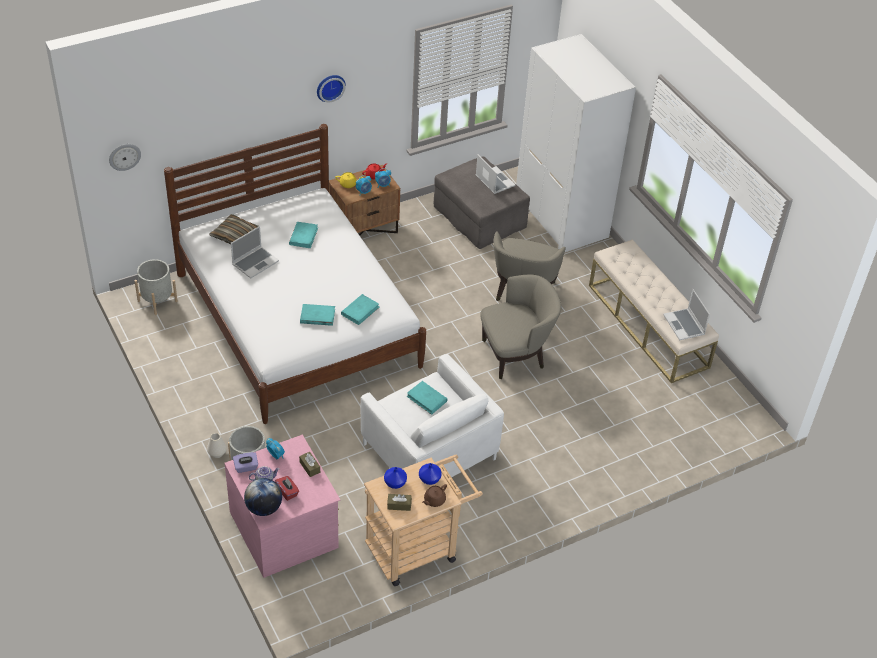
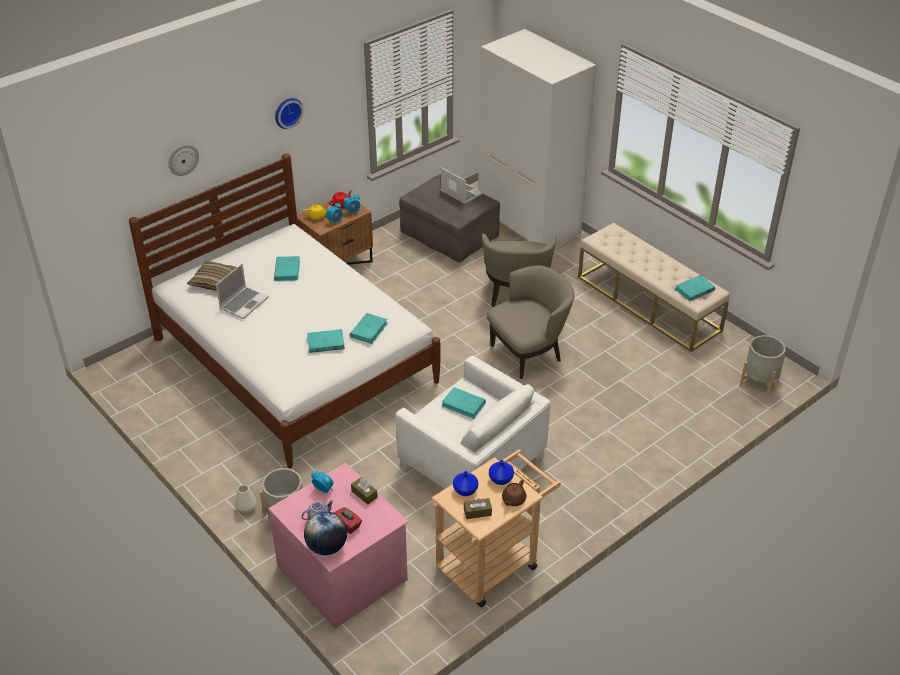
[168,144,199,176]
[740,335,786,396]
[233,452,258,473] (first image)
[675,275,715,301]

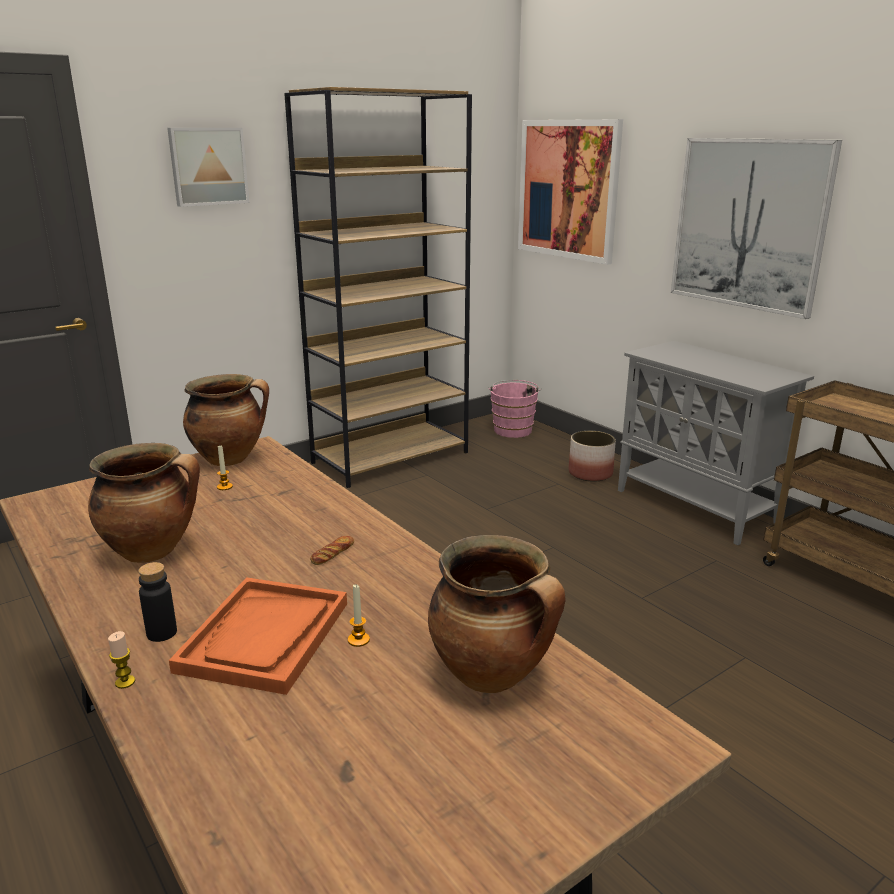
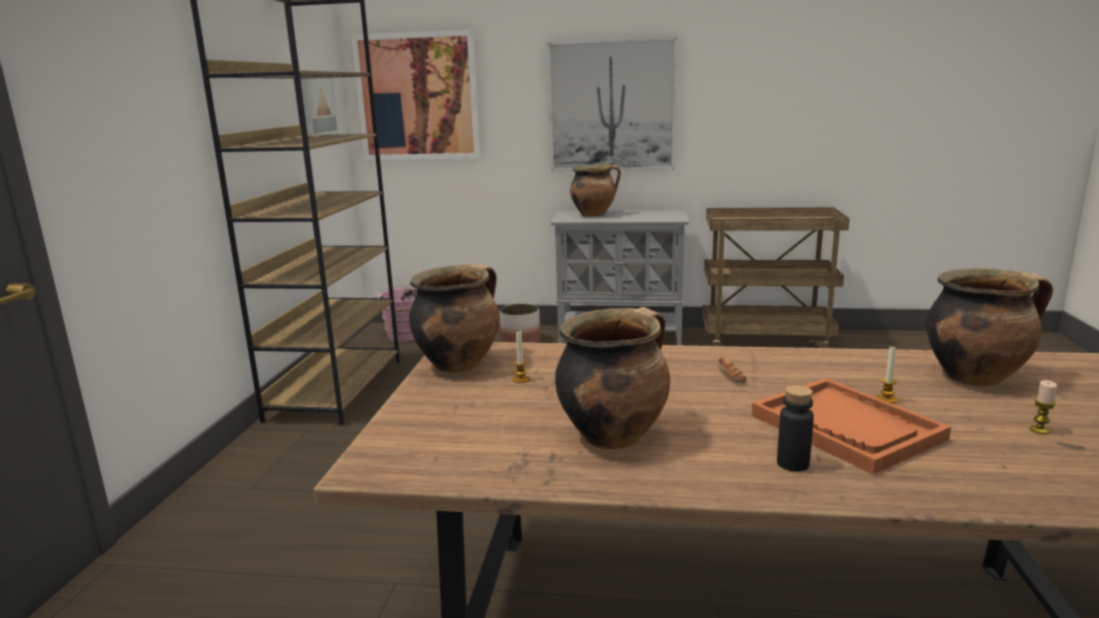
[1030,380,1057,434]
[300,78,339,135]
[570,165,621,217]

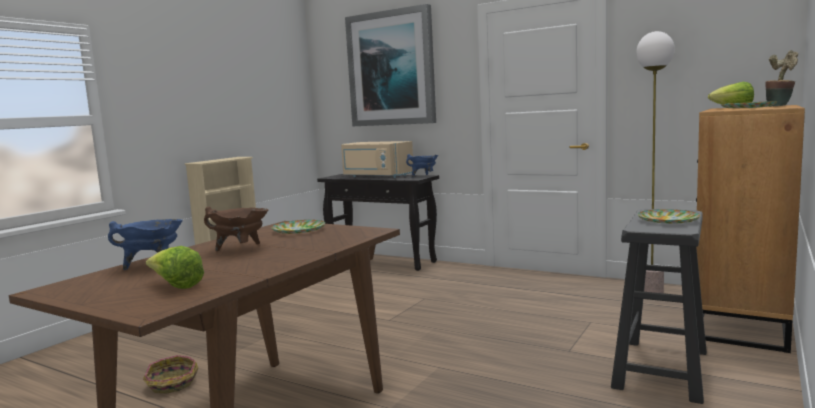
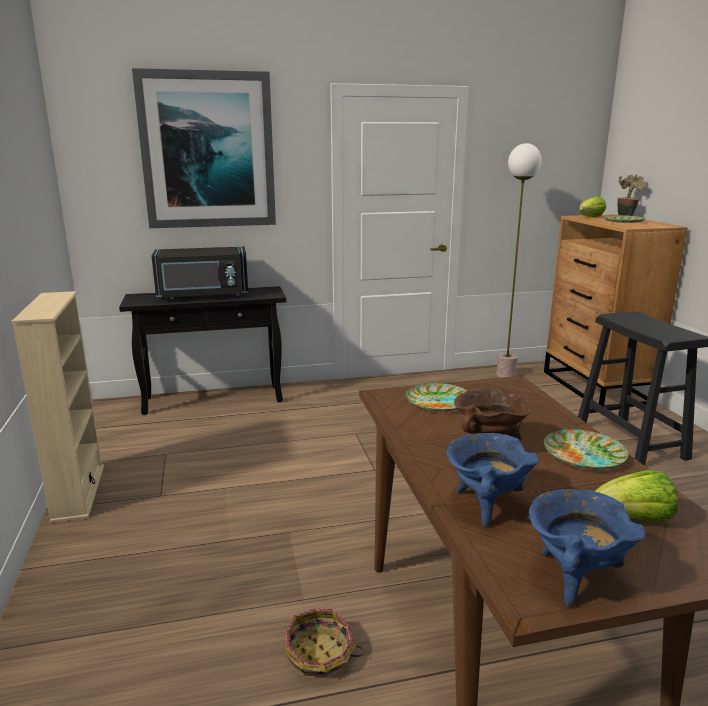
[152,247,248,299]
[529,489,646,607]
[544,429,628,470]

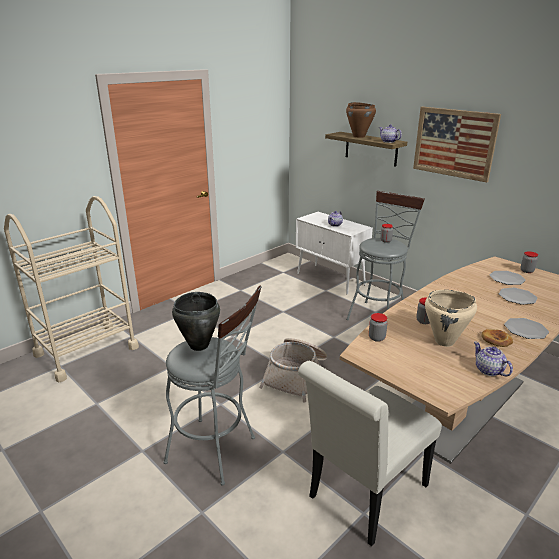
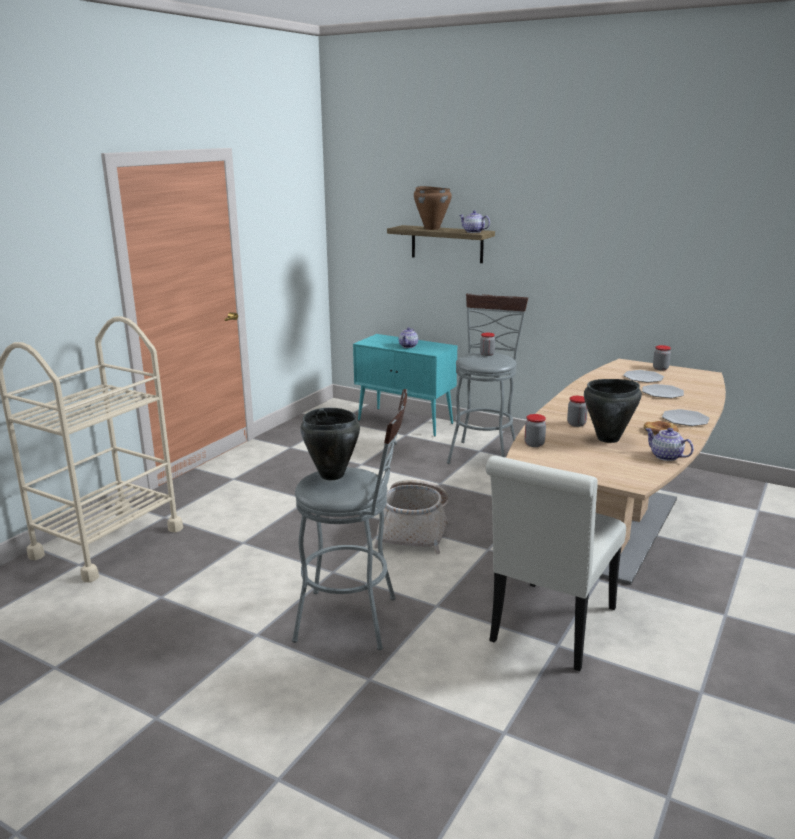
[353,334,457,437]
[413,107,501,182] (first image)
[584,379,642,443]

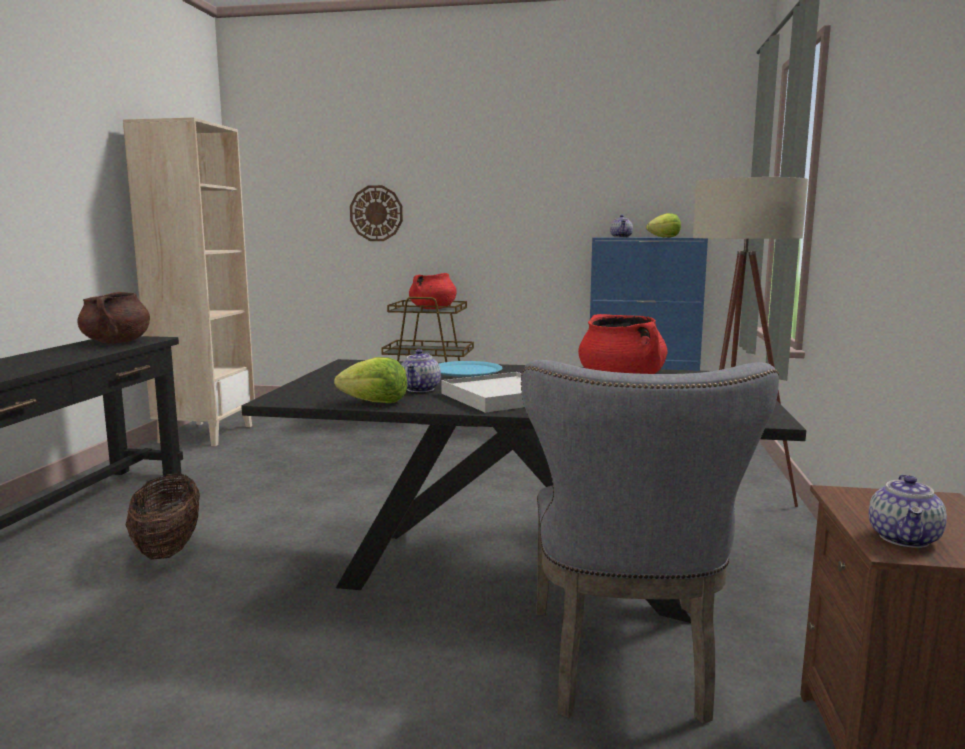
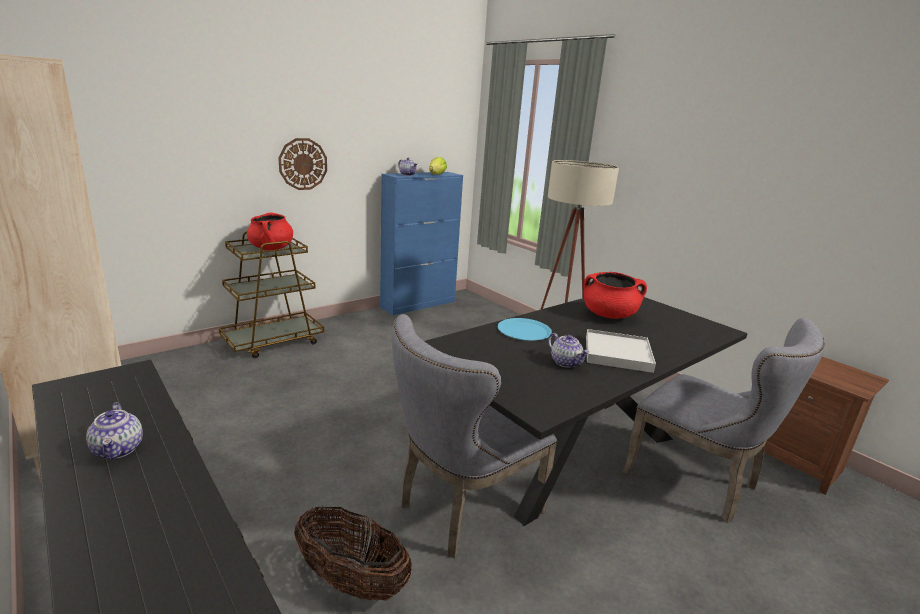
[78,292,150,343] (first image)
[334,357,407,403] (first image)
[278,138,327,190]
[86,403,143,460]
[392,314,557,558]

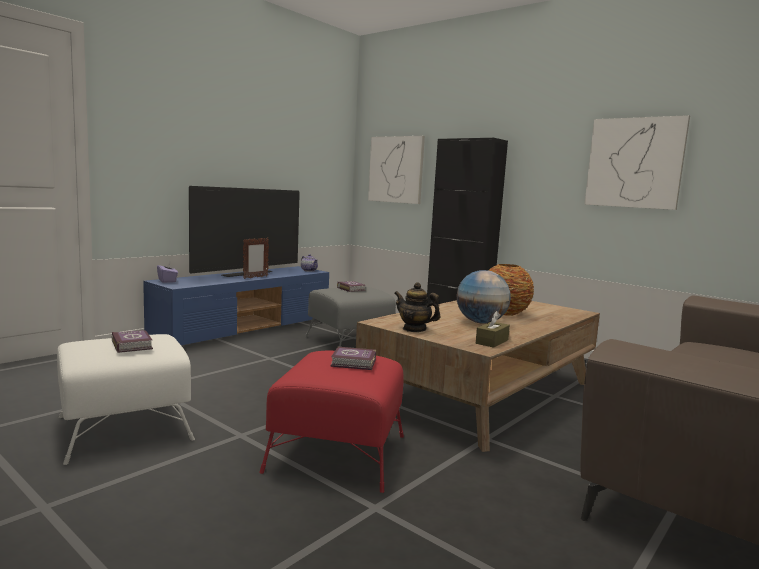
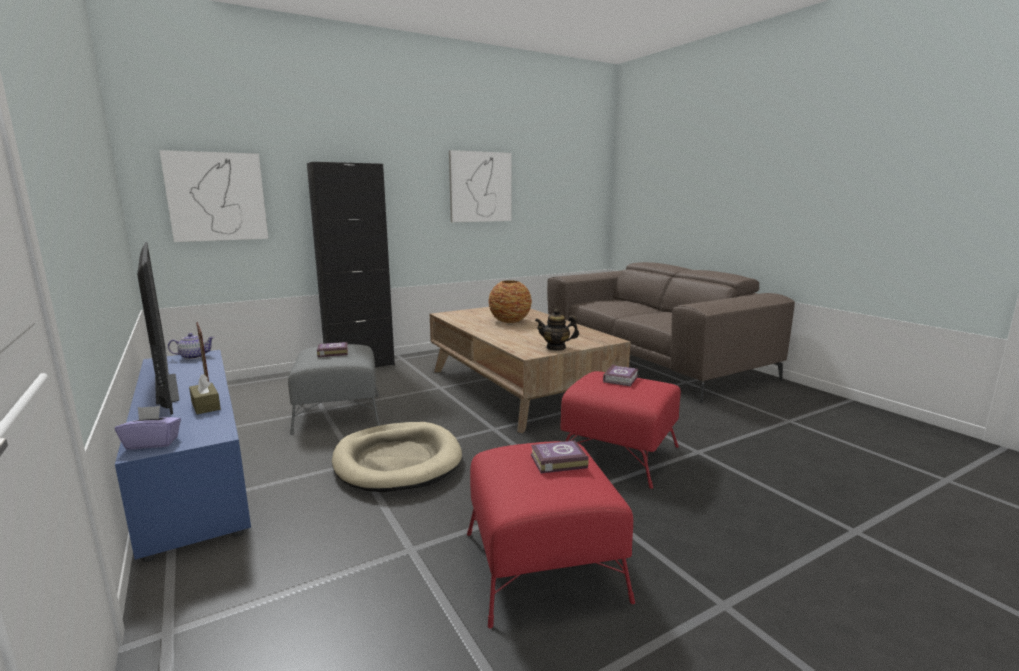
[467,441,635,629]
[535,308,579,351]
[457,270,511,324] (first image)
[189,374,221,414]
[332,422,462,492]

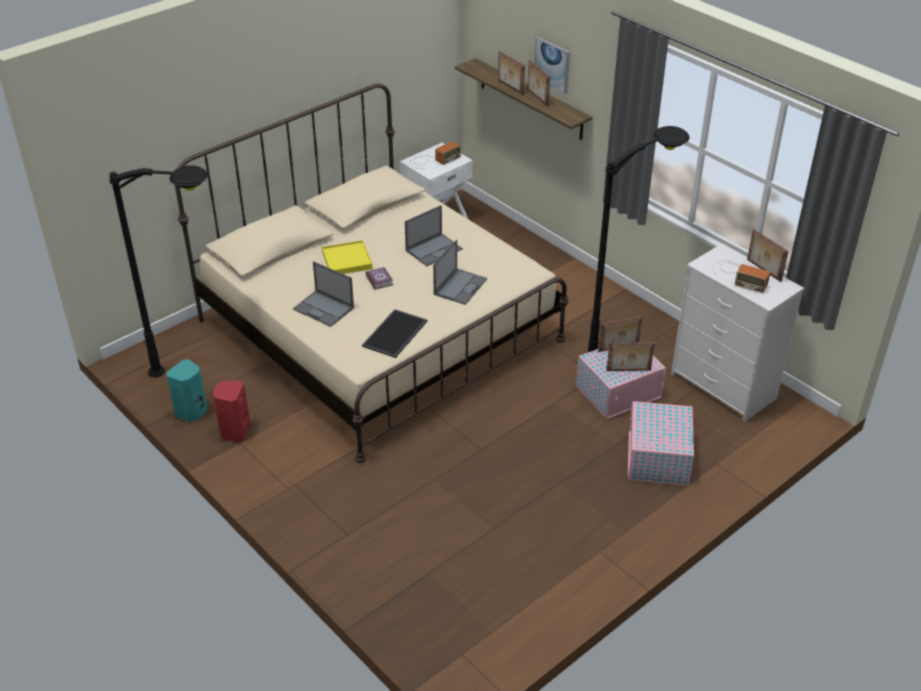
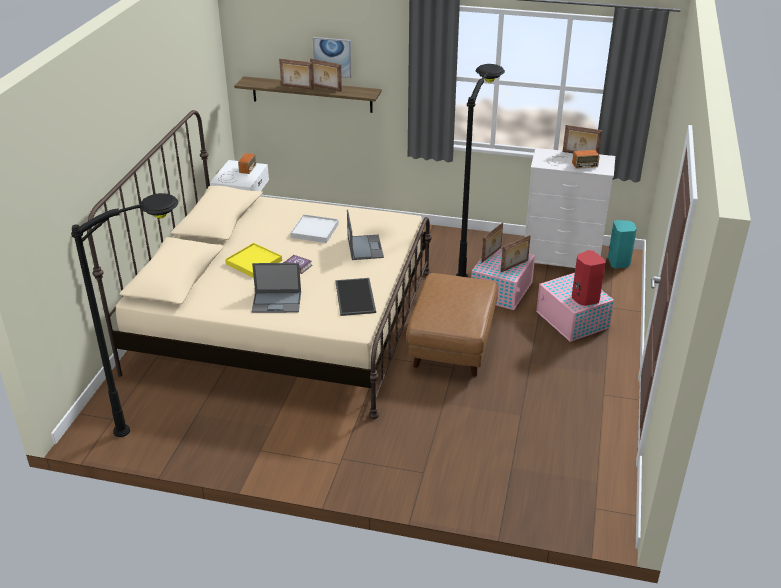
[608,220,637,269]
[572,250,606,306]
[290,214,339,243]
[406,273,498,377]

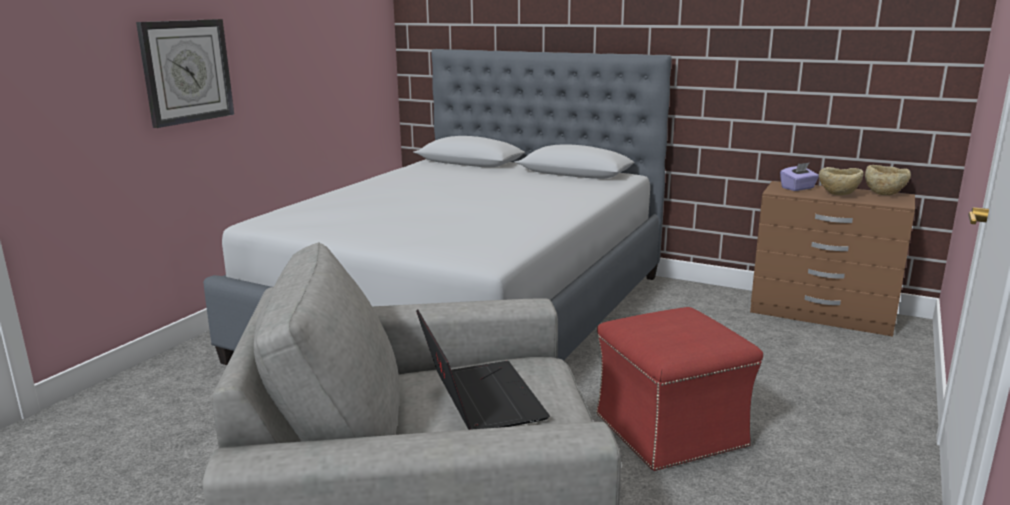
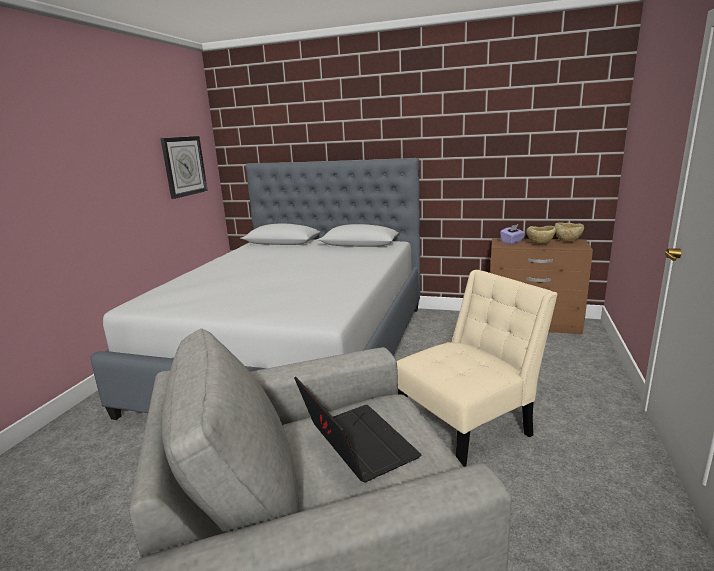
[160,136,208,199]
[397,270,558,467]

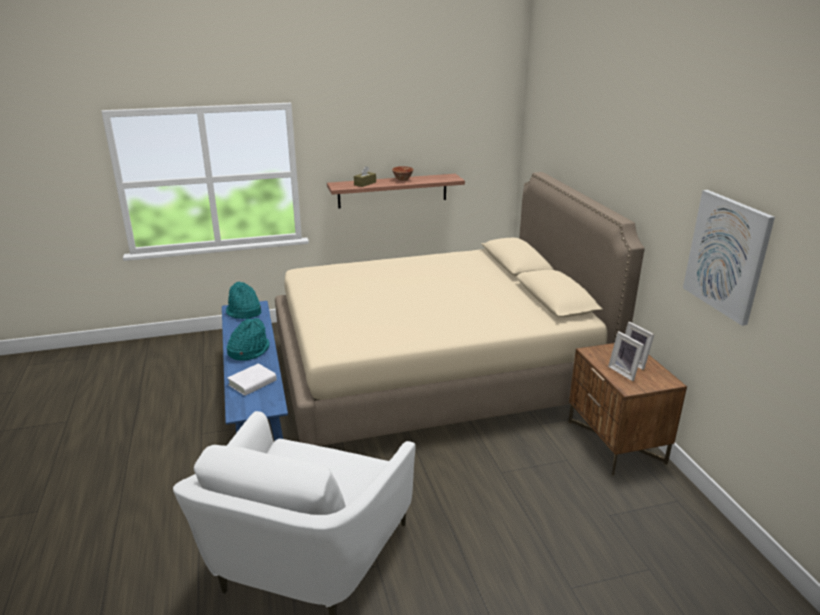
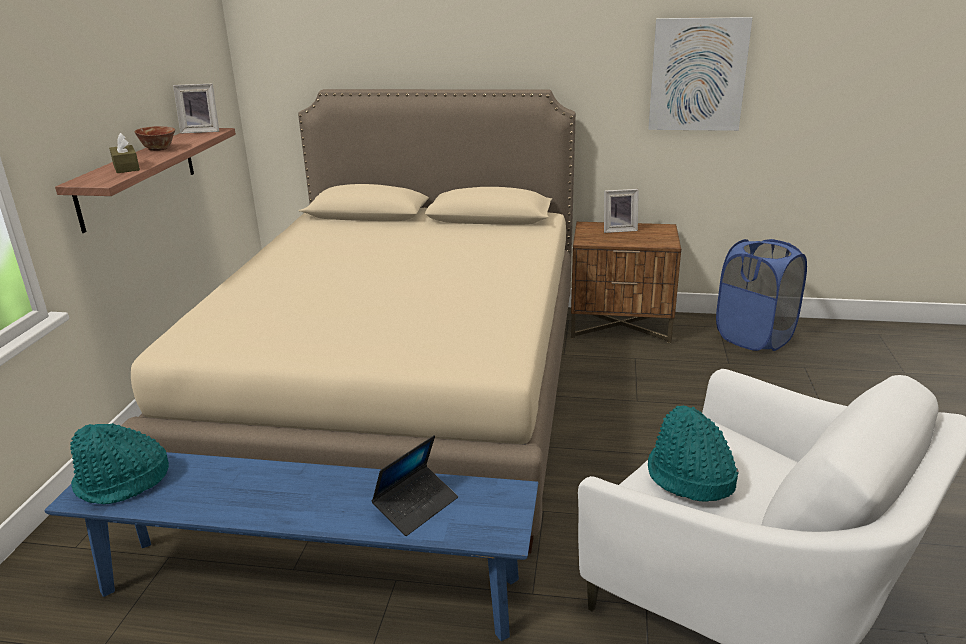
[648,405,739,501]
[371,435,458,536]
[173,84,219,134]
[716,239,807,351]

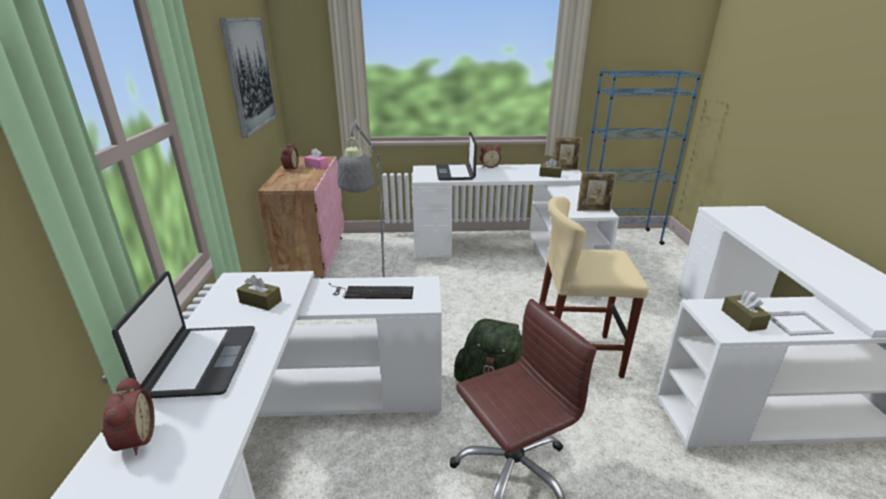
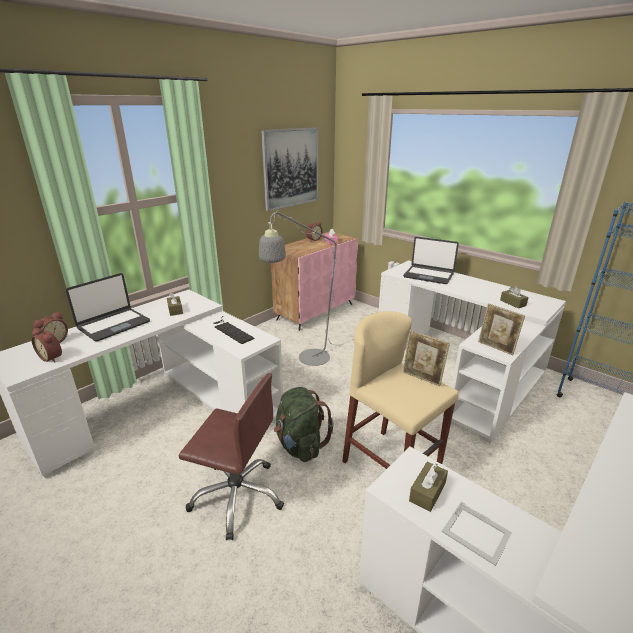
[403,237,459,284]
[31,328,62,362]
[403,330,450,386]

